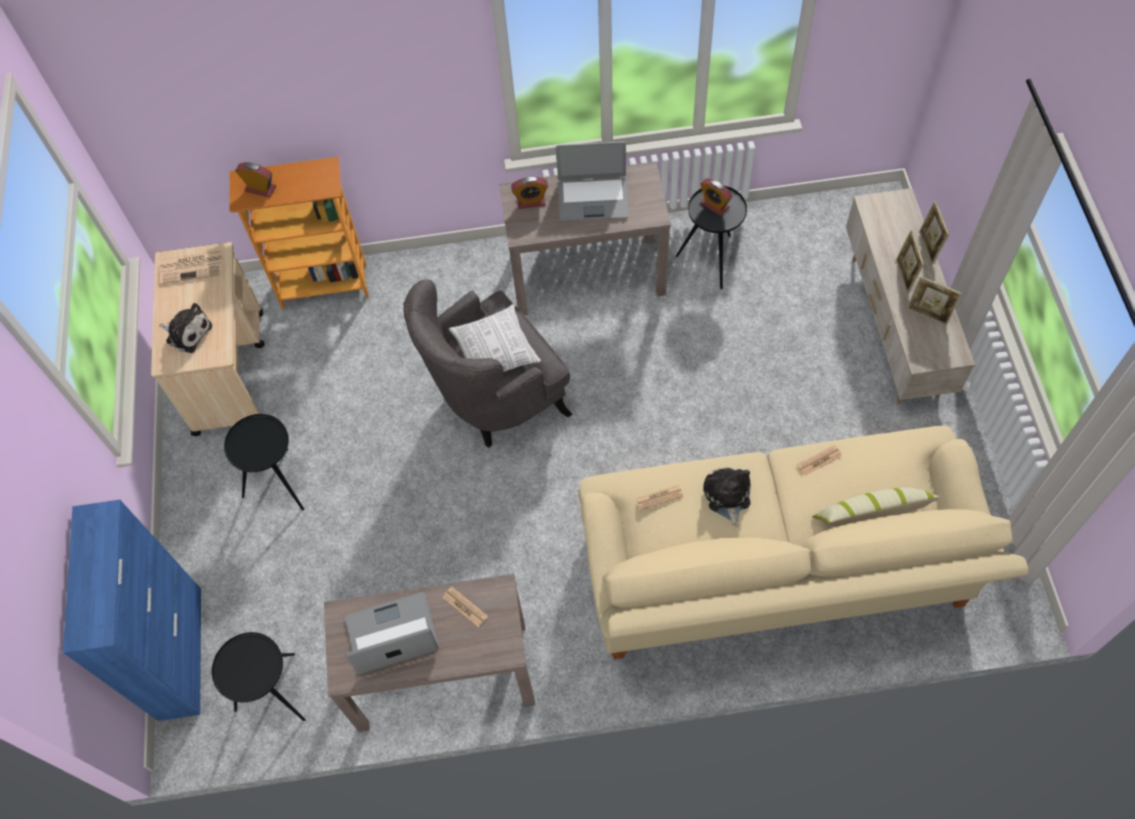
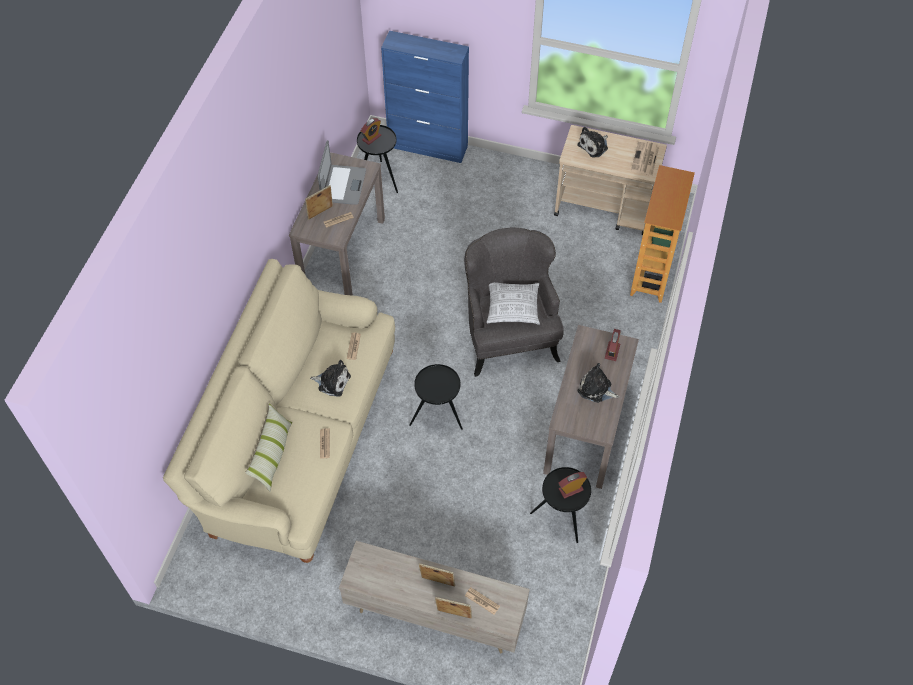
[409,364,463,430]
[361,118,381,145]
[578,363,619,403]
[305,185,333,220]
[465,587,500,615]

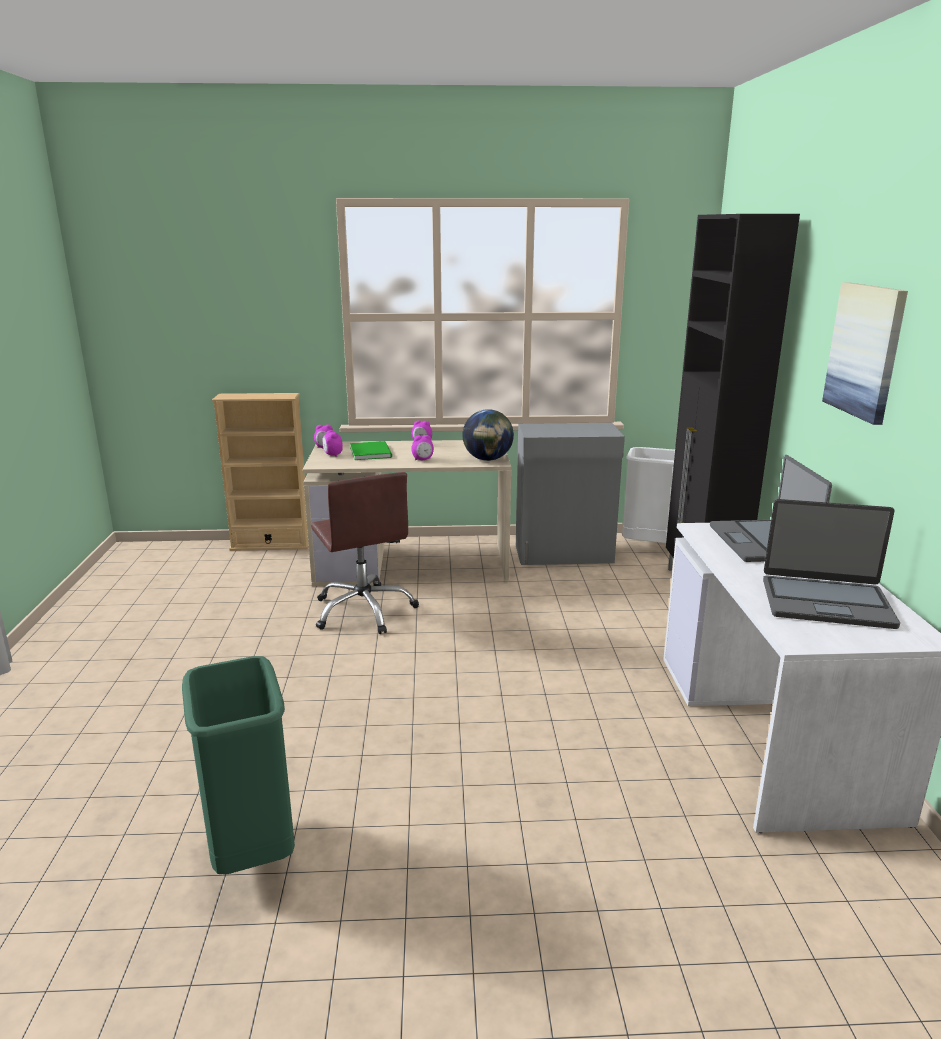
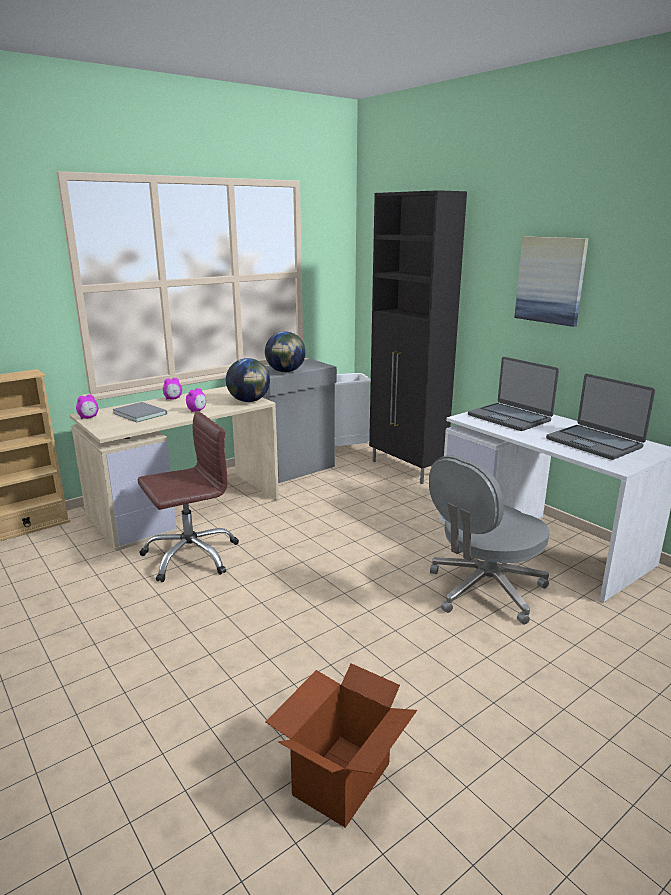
[265,663,417,828]
[137,411,239,582]
[322,430,343,457] (first image)
[112,402,167,422]
[546,374,655,460]
[265,331,306,372]
[429,455,550,625]

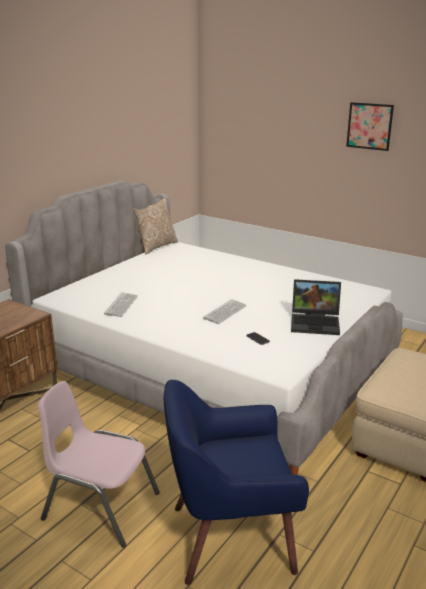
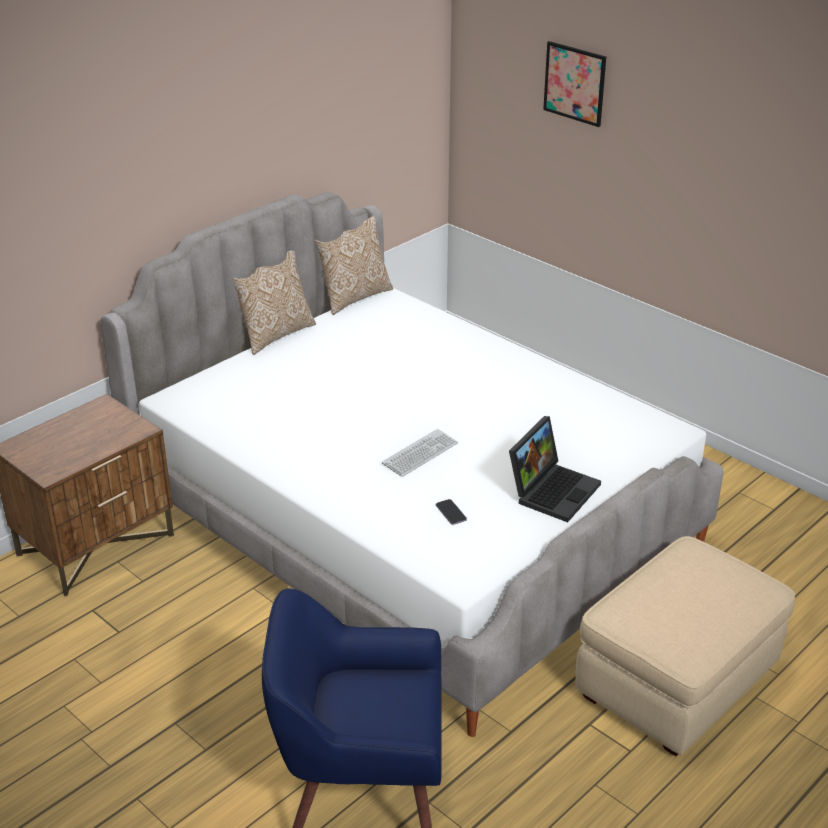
[38,381,160,548] (first image)
[104,292,138,317] (first image)
[509,416,601,522]
[543,41,606,127]
[233,251,316,355]

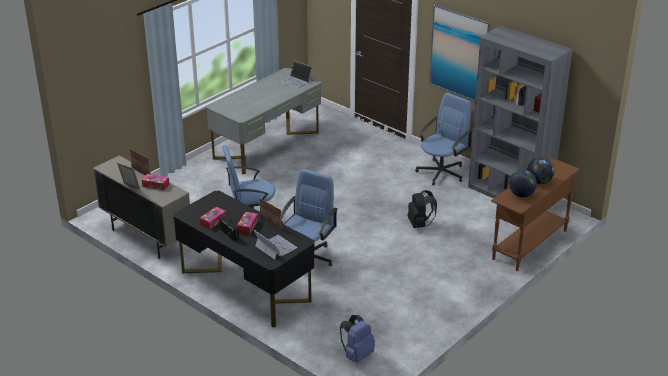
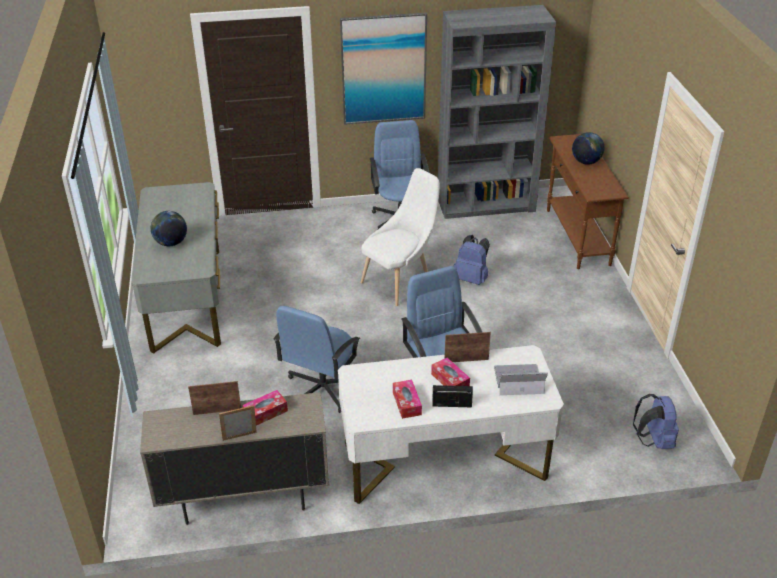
[338,345,564,504]
[280,60,313,89] (first image)
[453,235,490,285]
[151,211,187,246]
[361,168,440,306]

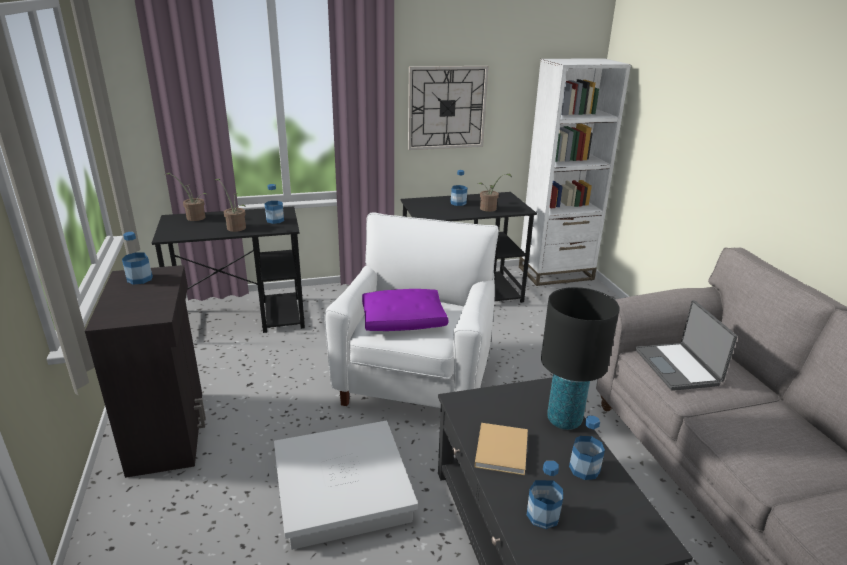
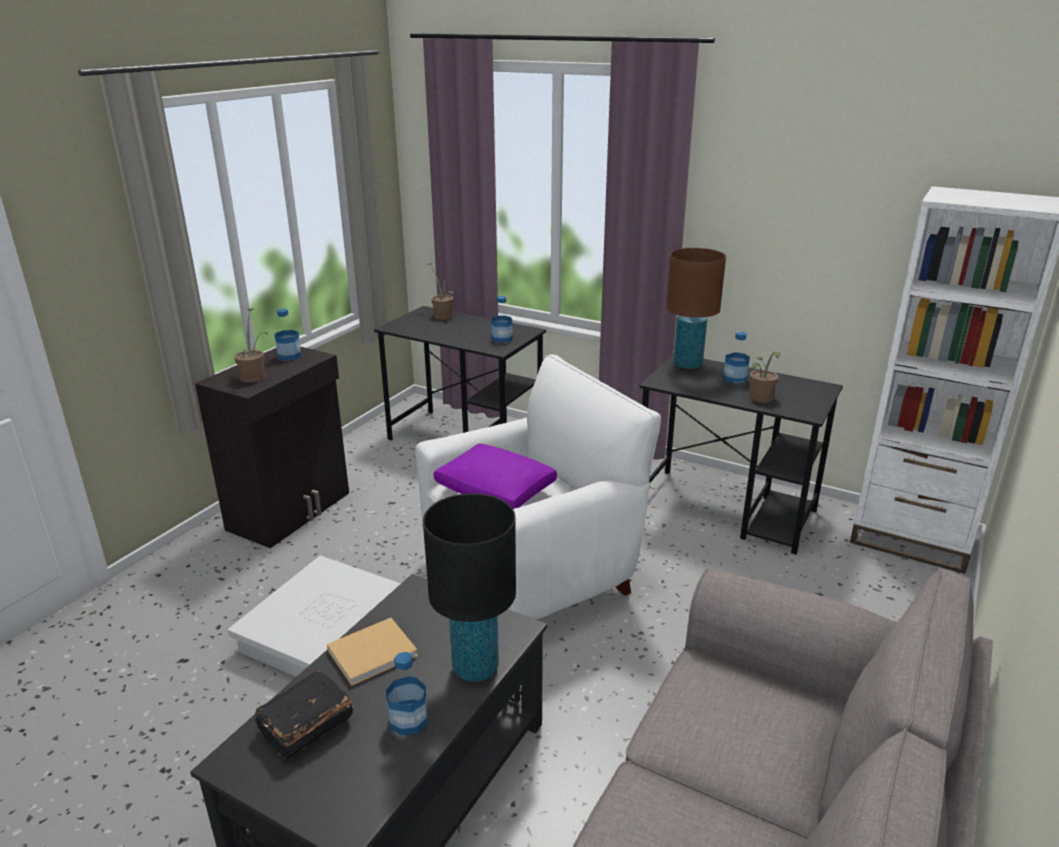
[235,308,268,383]
[408,66,489,150] (first image)
[254,671,353,760]
[636,300,737,391] (first image)
[666,248,726,369]

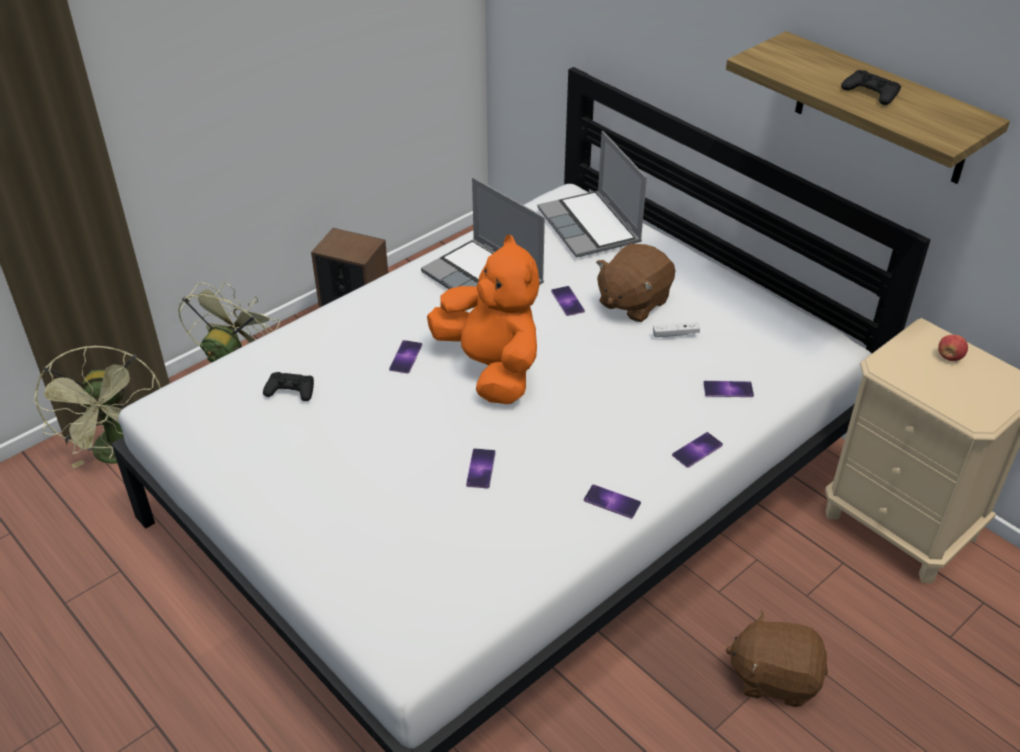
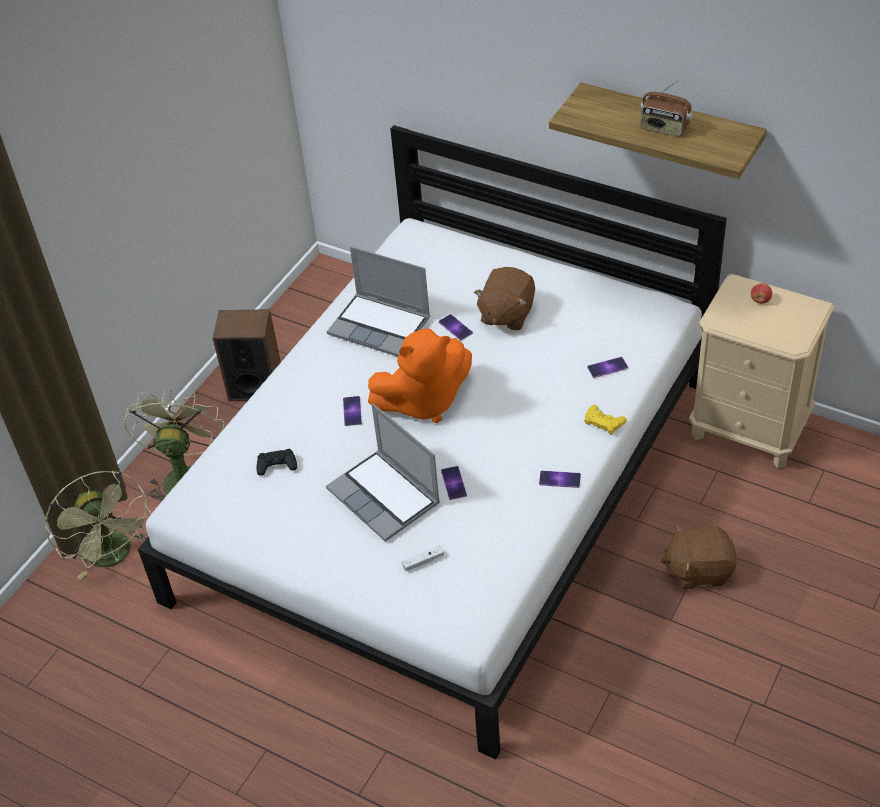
[368,328,472,423]
[326,404,440,542]
[402,546,444,571]
[584,405,627,434]
[640,80,693,136]

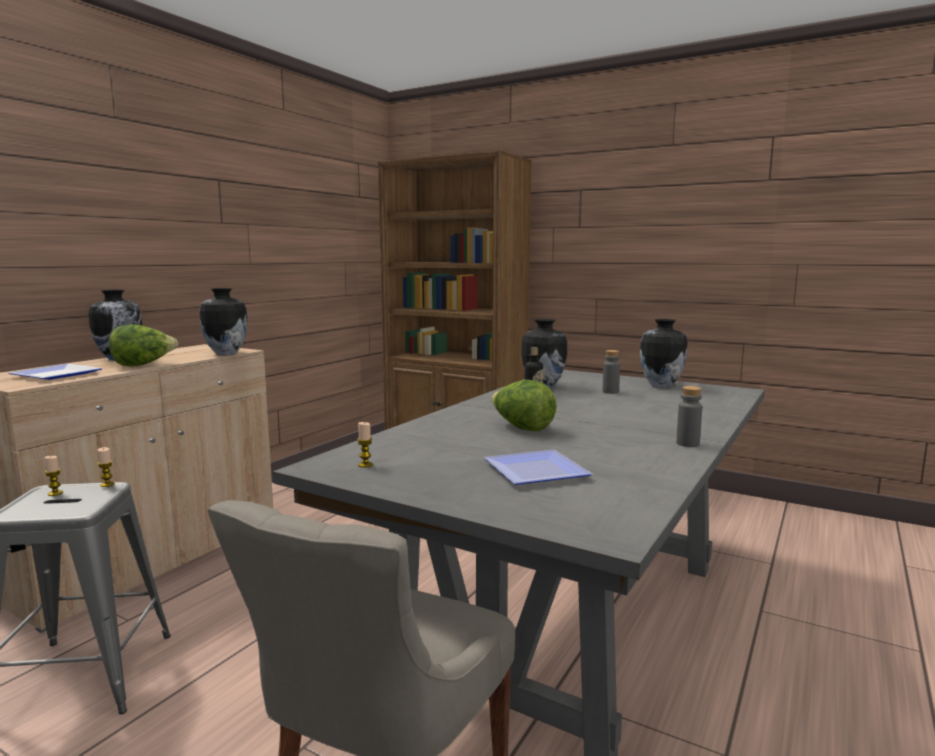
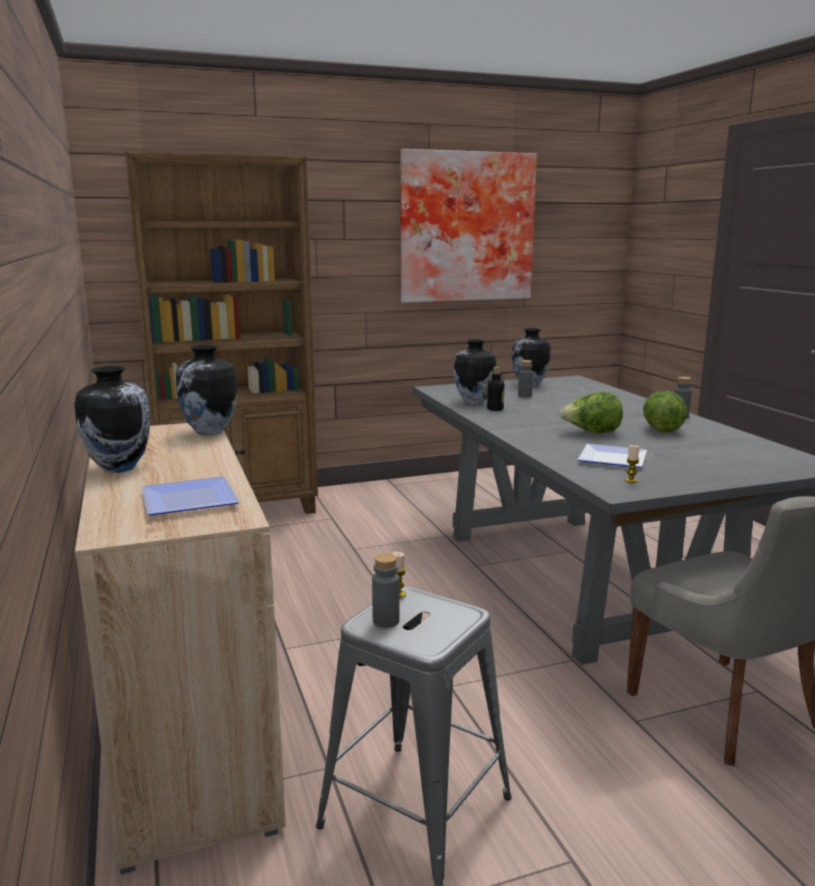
[372,553,400,628]
[643,390,687,433]
[577,444,647,468]
[400,149,537,303]

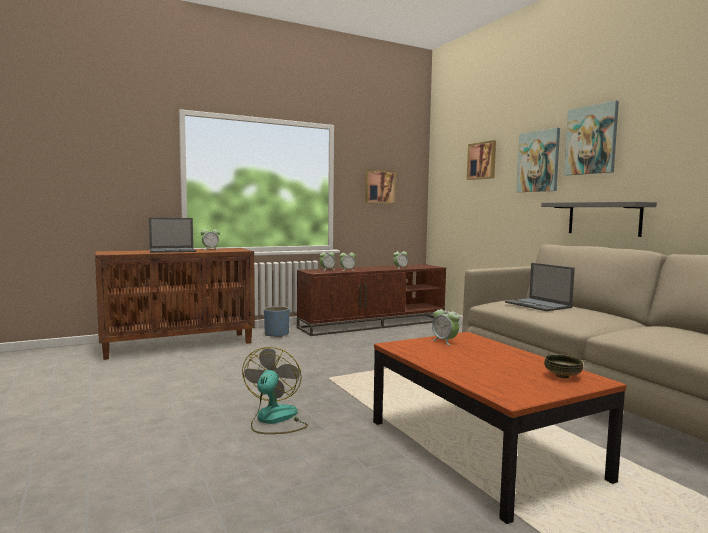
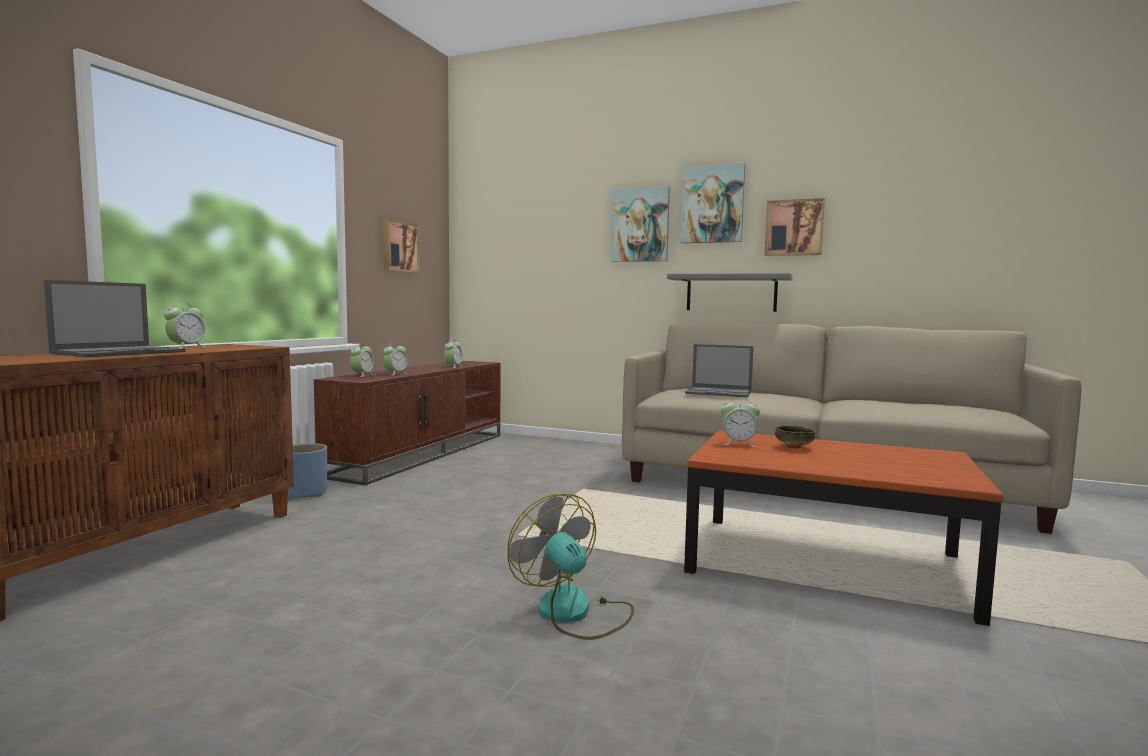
[764,198,825,256]
[775,425,815,449]

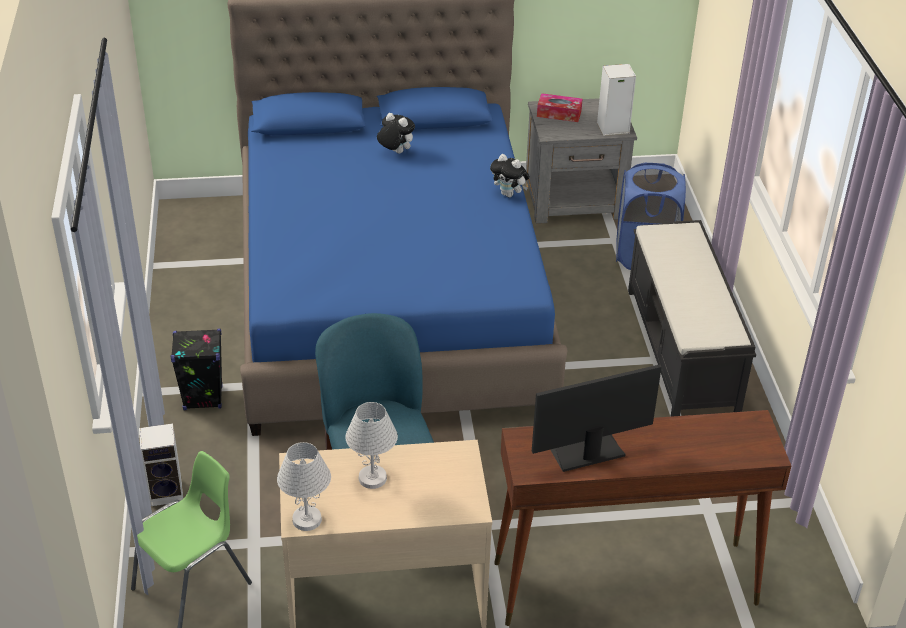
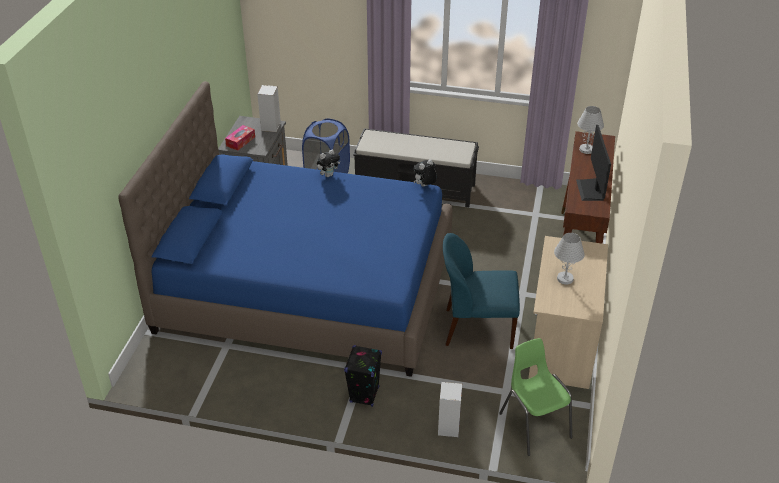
[577,106,604,154]
[414,159,437,187]

